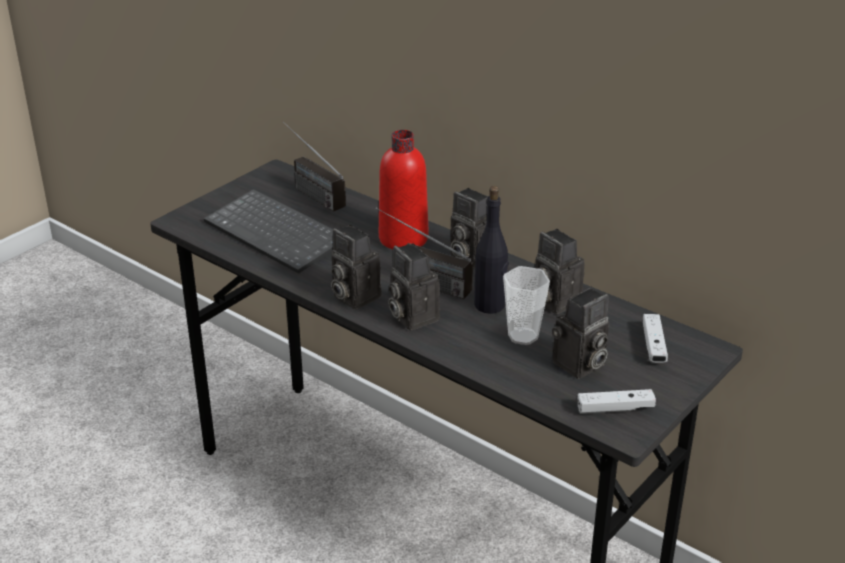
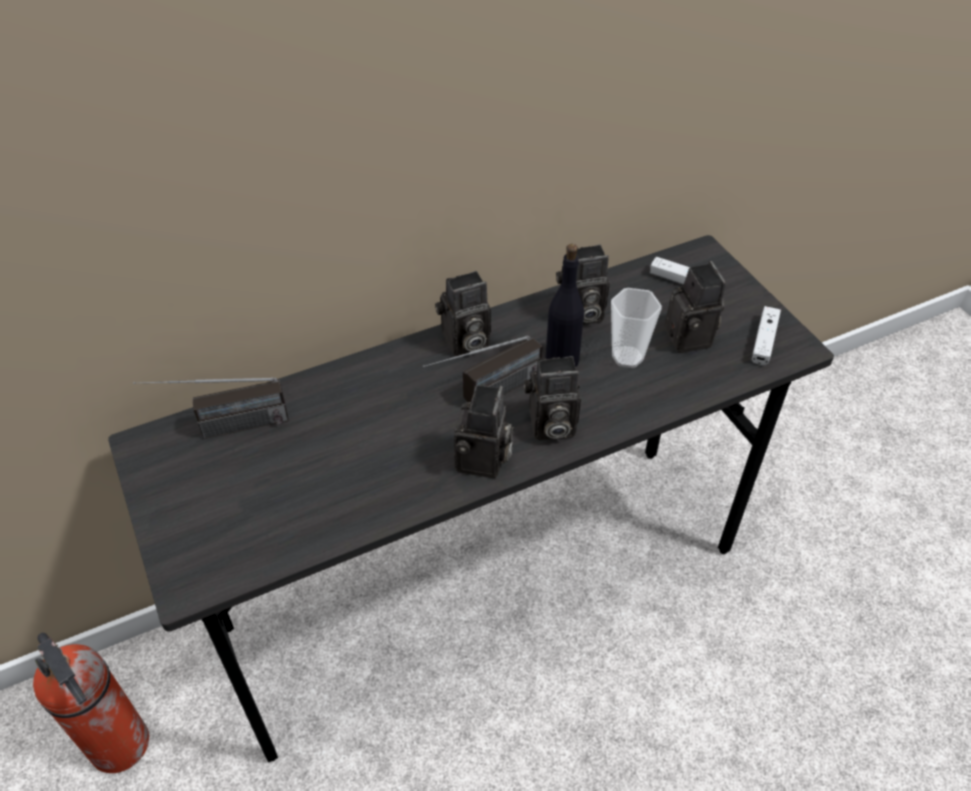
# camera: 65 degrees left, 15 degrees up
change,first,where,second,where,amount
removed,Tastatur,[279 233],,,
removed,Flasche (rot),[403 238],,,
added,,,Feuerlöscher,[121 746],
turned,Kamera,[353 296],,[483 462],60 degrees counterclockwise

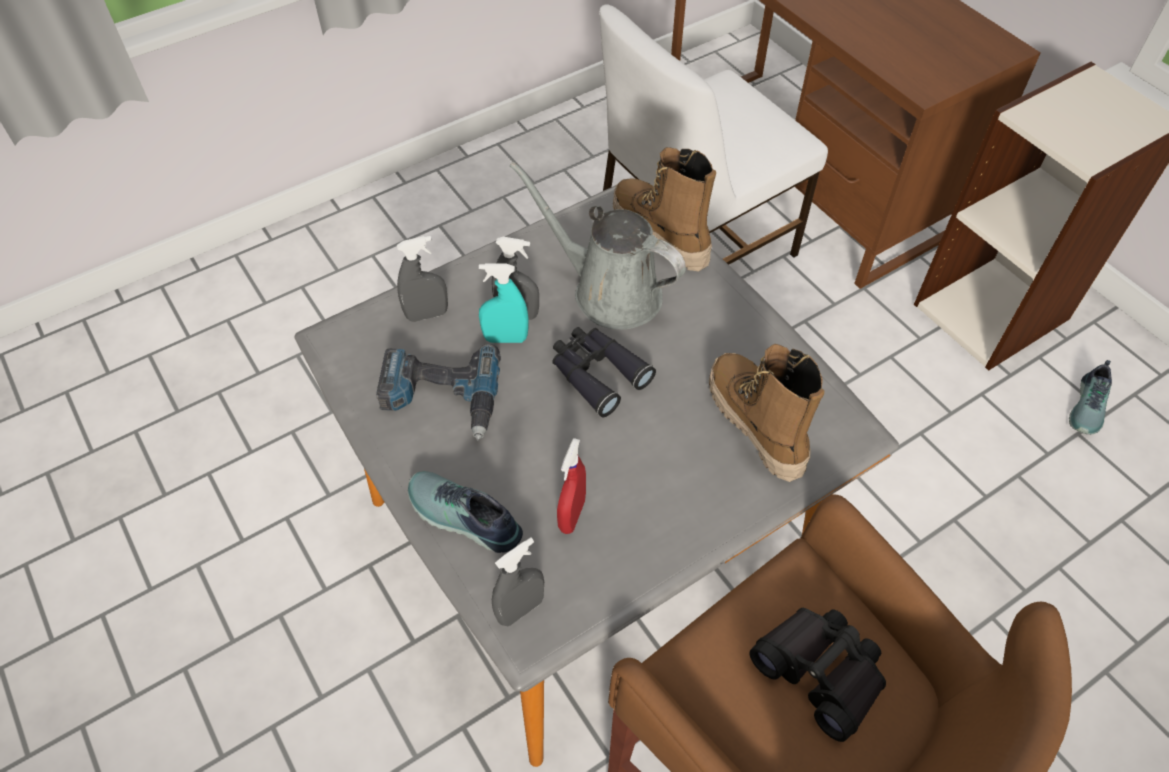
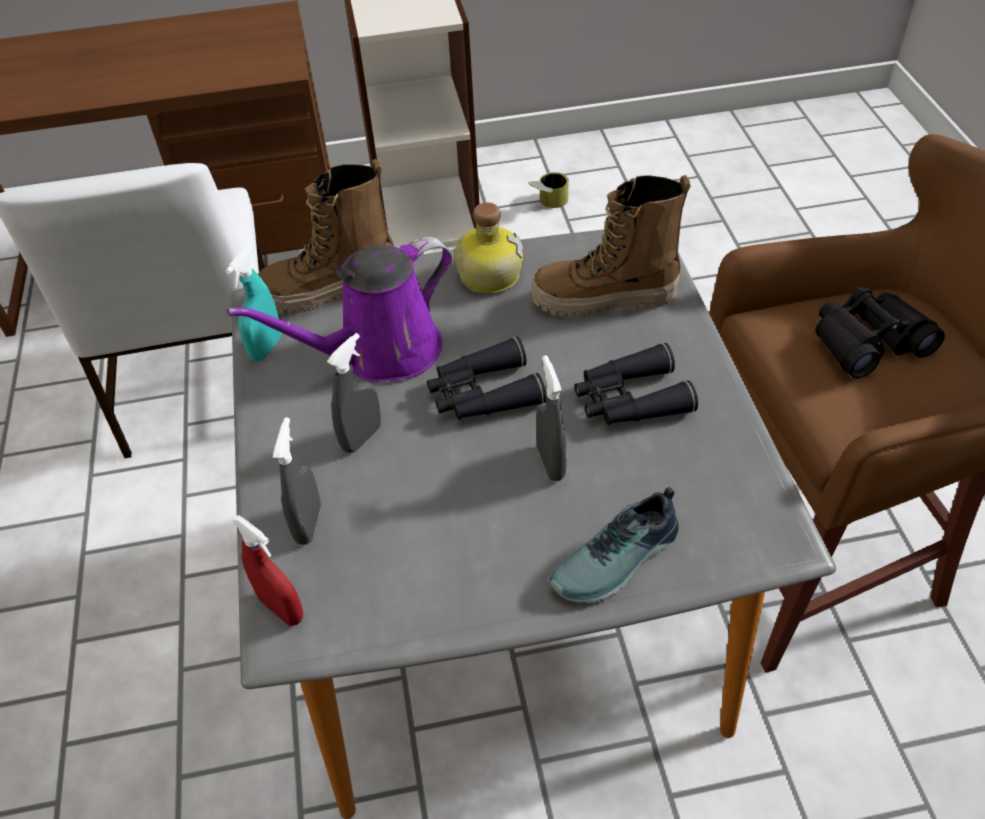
# camera: 65 degrees left, 5 degrees down
change,first,where,second,where,amount
removed,Bohrmaschine,[440 398],,,
added,,,Flasche,[488 274],
added,,,Fernglas (schwarz),[630 399],
moved,Sprühflasche (türkis),[505 338],,[266 348],
moved,Sprühflasche (grau),[520 609],,[550 463],
moved,Sprühflasche (rot),[572 515],,[281 608],
replaced,Schuh,[1089 407],Dose,[548 203],
recoloured,Gießkanne (grau),[609 292],Gießkanne (lila),[380 352],

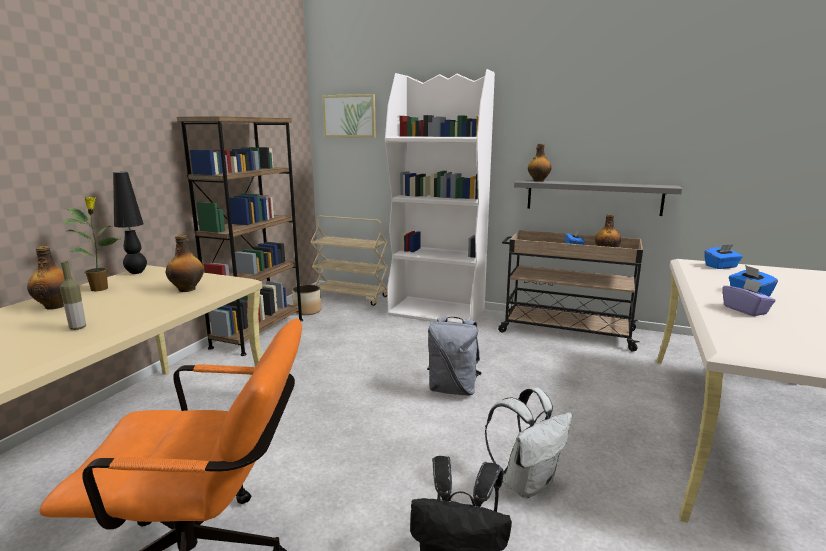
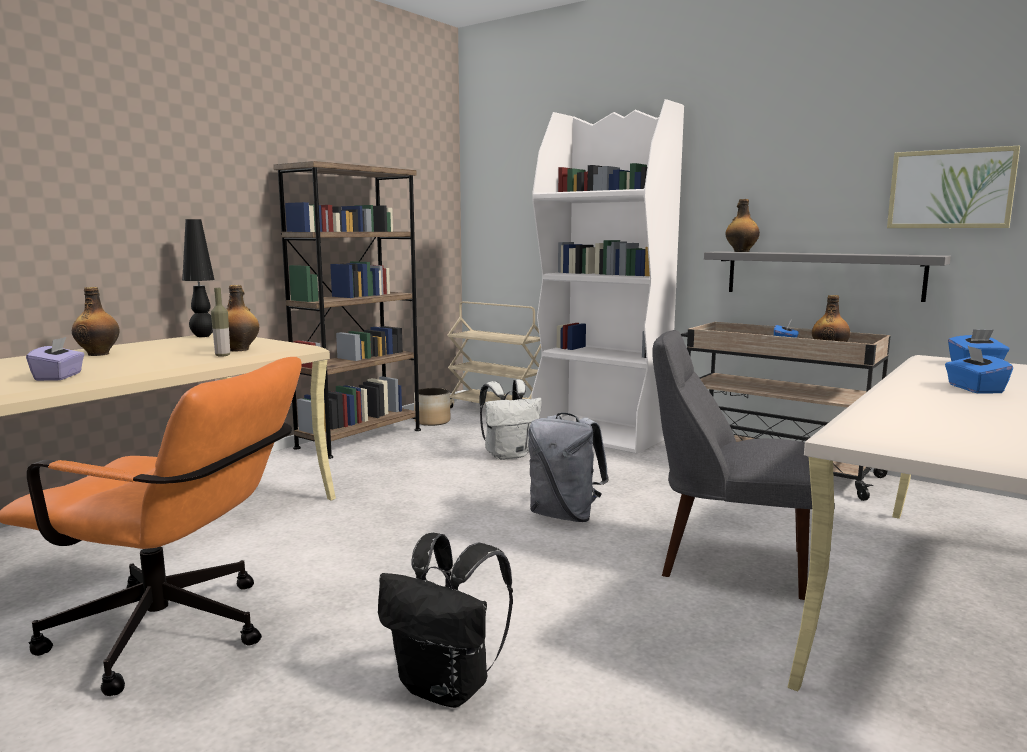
# camera: 15 degrees right, 5 degrees down
change,first,where,second,where,amount
removed,Topfpflanze,[100 289],,,
added,,,Stuhl (grau),[726 562],
moved,Flasche,[78 328],,[222 355],
moved,Bild,[349 116],,[950 189],
moved,Rucksack (weiß),[527 482],,[508 455],
moved,Taschentuchbox (lila),[745 310],,[59 377],

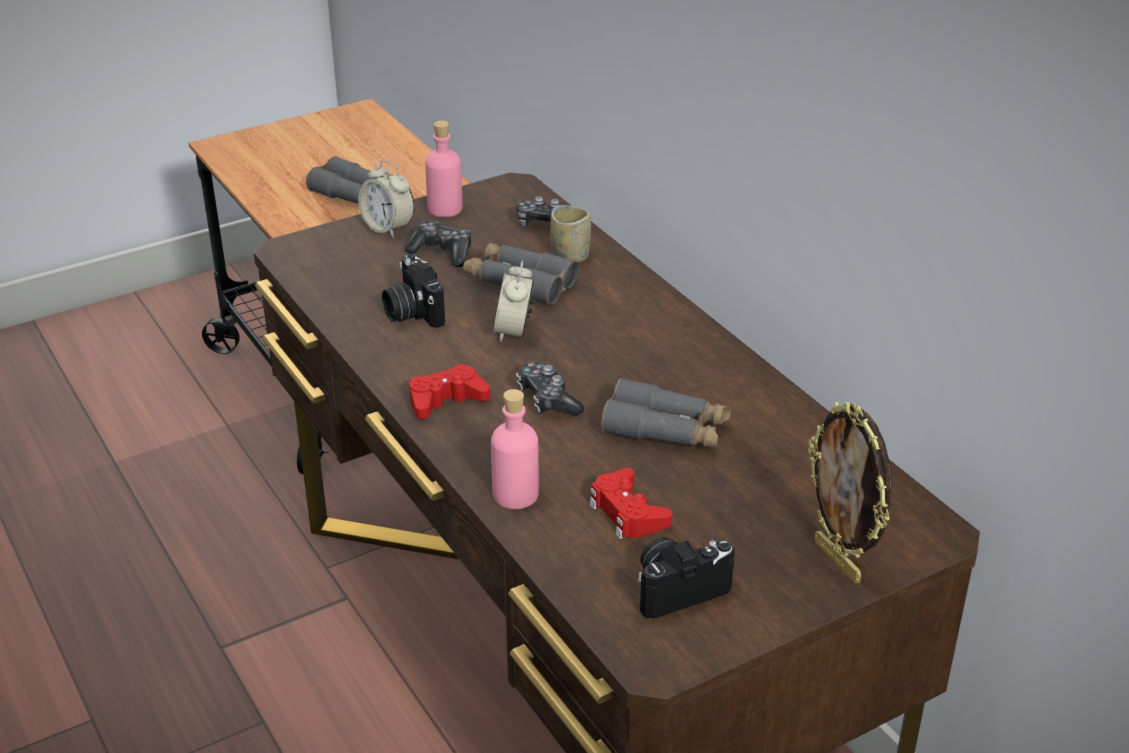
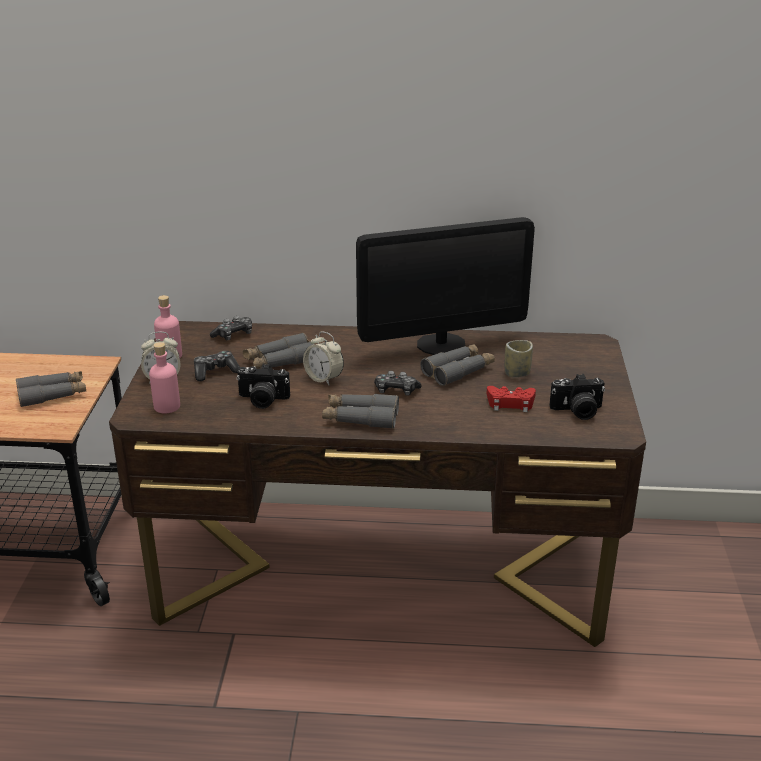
# camera: 55 degrees left, 5 degrees down
change,first,where,second,where,amount
removed,Bilderrahmen,[839 561],,,
added,,,Monitor,[441 344],
moved,Flasche (rosa),[515 494],,[167 406],
moved,Tasse,[570 255],,[517 373],
replaced,Gamepad (rot),[446 400],Fernglas (grau),[360 418],
turned,Kamera,[678 589],,[577 411],105 degrees counterclockwise

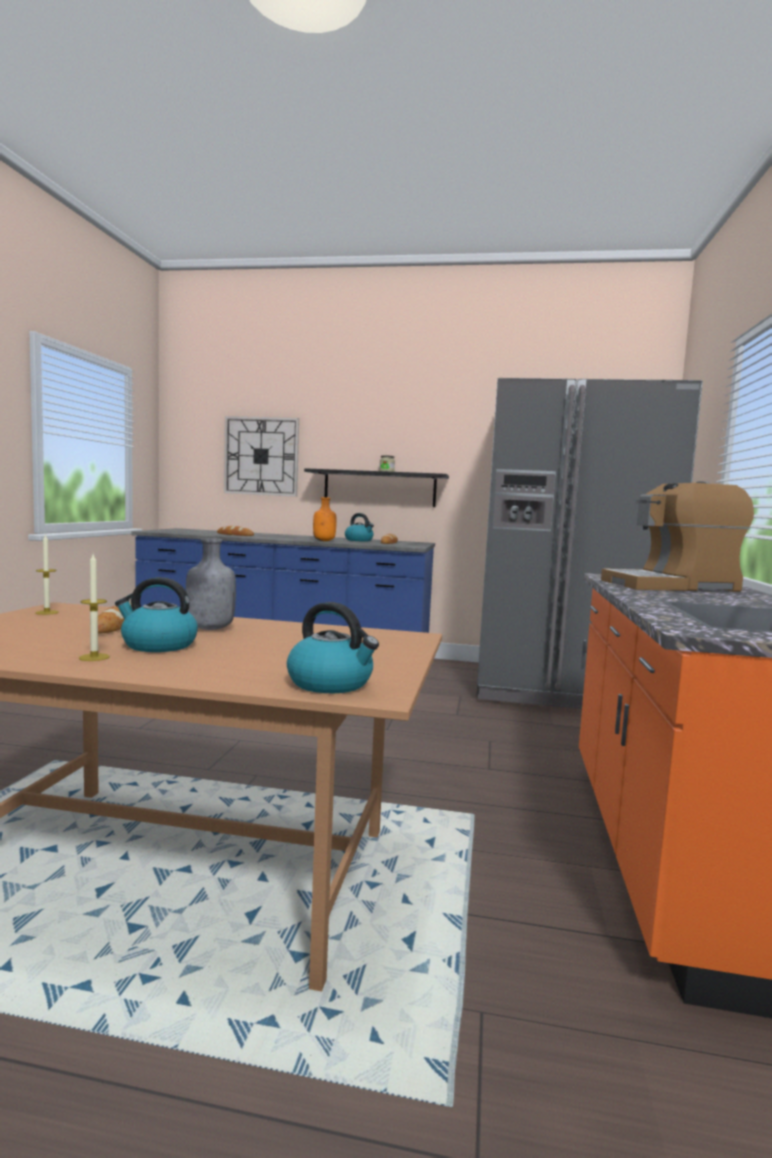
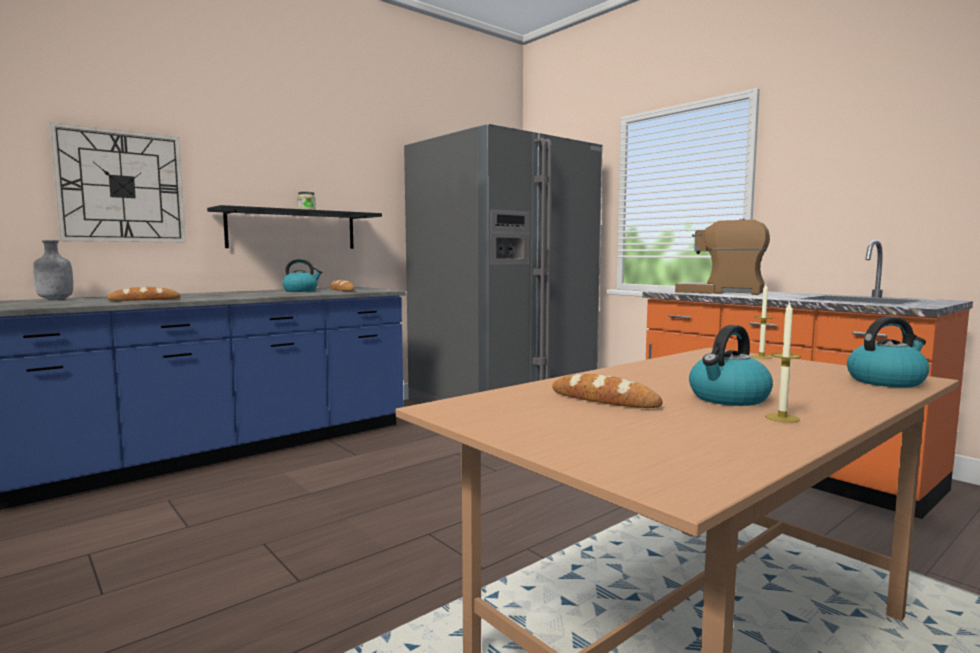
# camera: 50 degrees left, 0 degrees up
change,first,where,second,where,amount
removed,Flasche (orange),[324 541],,,
moved,Kerze,[47 612],,[761 357],
moved,Flasche (grau),[209 628],,[55 299],
turned,Kaffeemaschine,[672 586],,[721 292],90 degrees clockwise

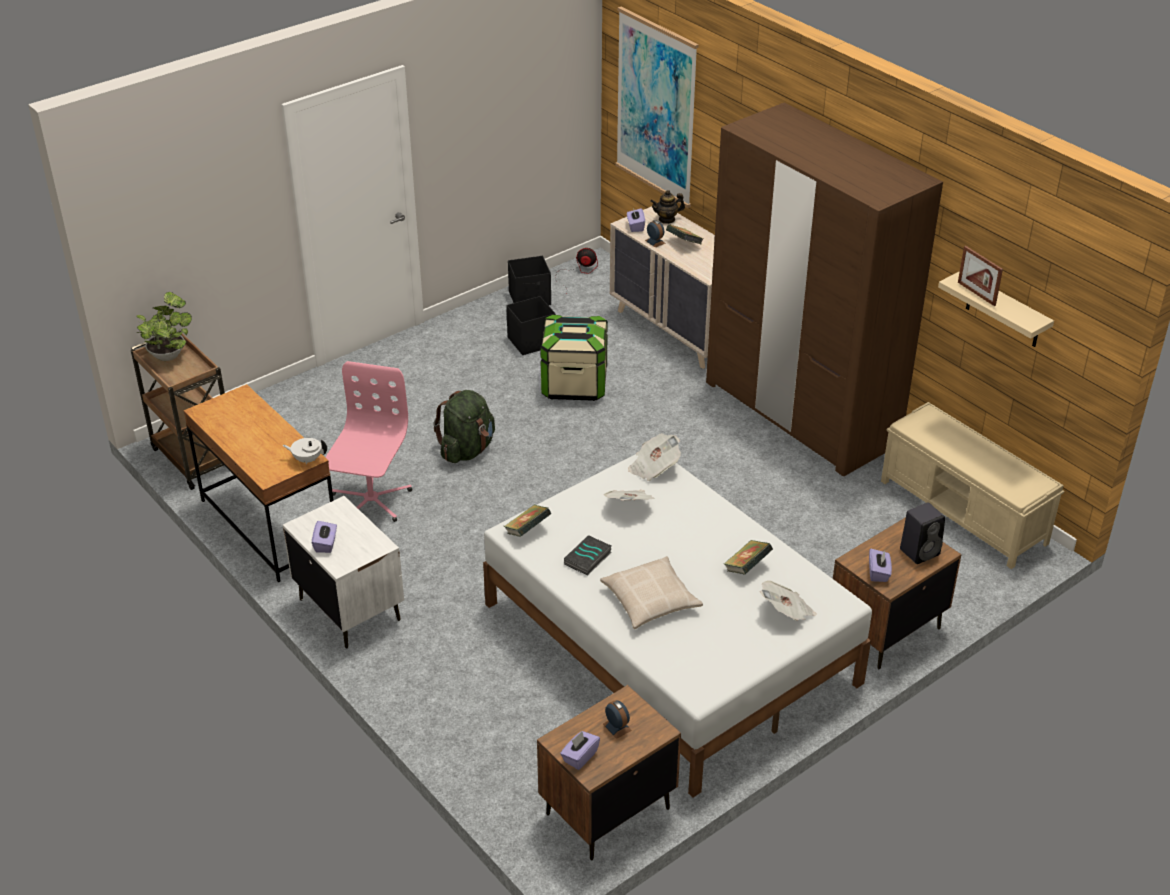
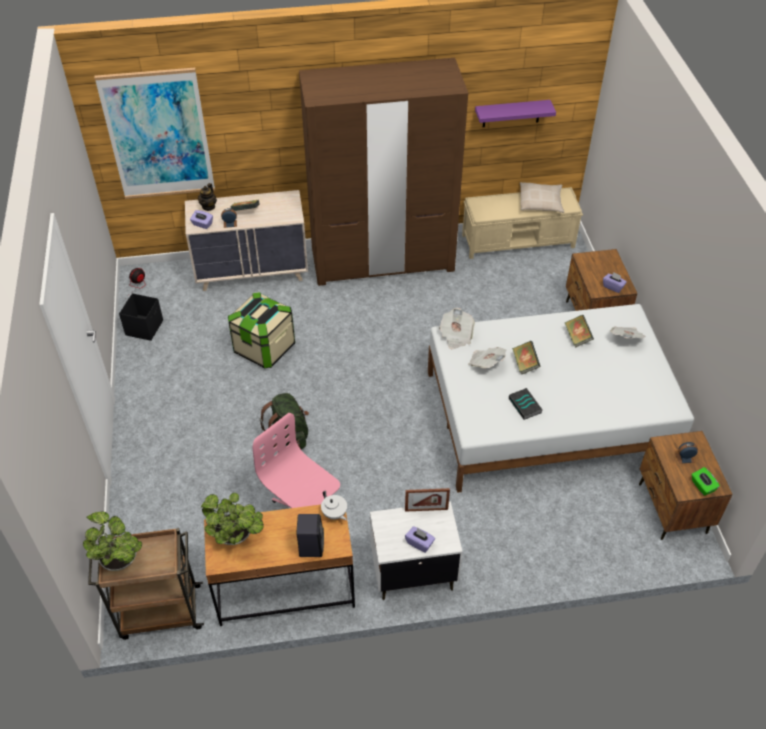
# camera: 60 degrees left, 10 degrees up
change,first,where,second,where,amount
removed,Aufbewahrungsbox (schwarz),[530 342],,,
added,,,Topfpflanze,[237 537],
moved,Buch,[527 531],,[525 364],
moved,Kissen (beige),[650 600],,[540 202],
moved,Lautsprecher (schwarz),[920 551],,[311 545],
moved,Bilderrahmen,[976 293],,[426 509],
recoloured,Taschentuchbox (lila),[580 757],Taschentuchbox (grün),[702 486],
recoloured,Wandregal (beige),[1003 311],Wandregal (lila),[511 113],
turned,Teekanne (weiß),[307 459],,[334 514],75 degrees counterclockwise

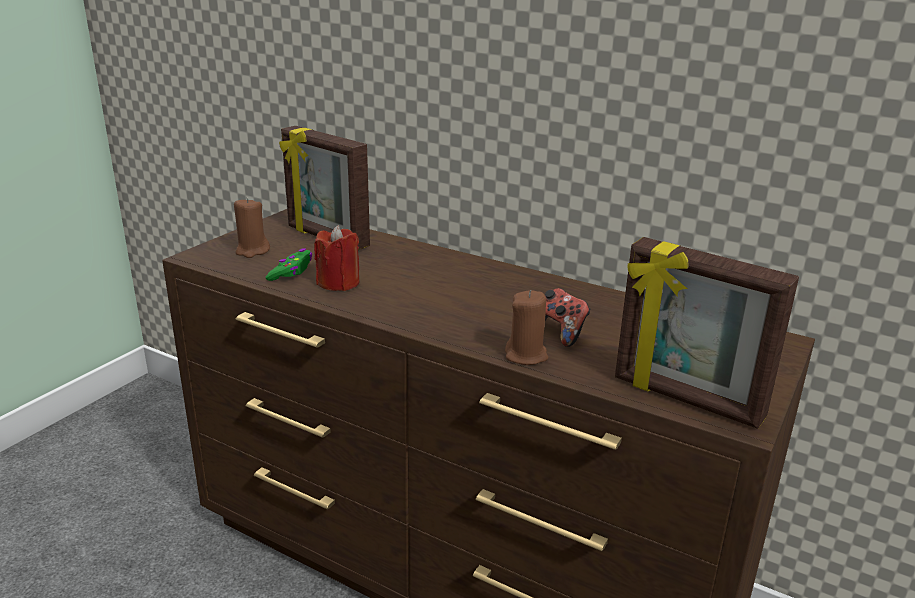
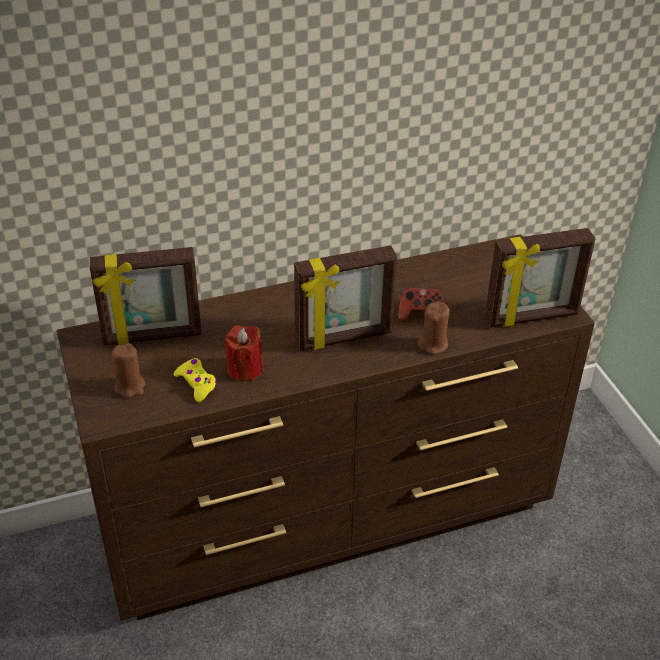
# camera: 50 degrees left, 15 degrees up
change,first,where,second,where,amount
added,,,Bilderrahmen,[344 338],
recoloured,Gamepad (grün),[291 272],Gamepad (gelb),[197 383],

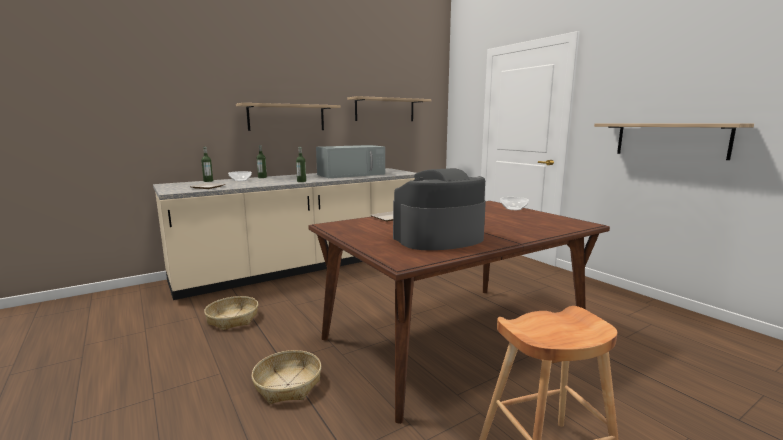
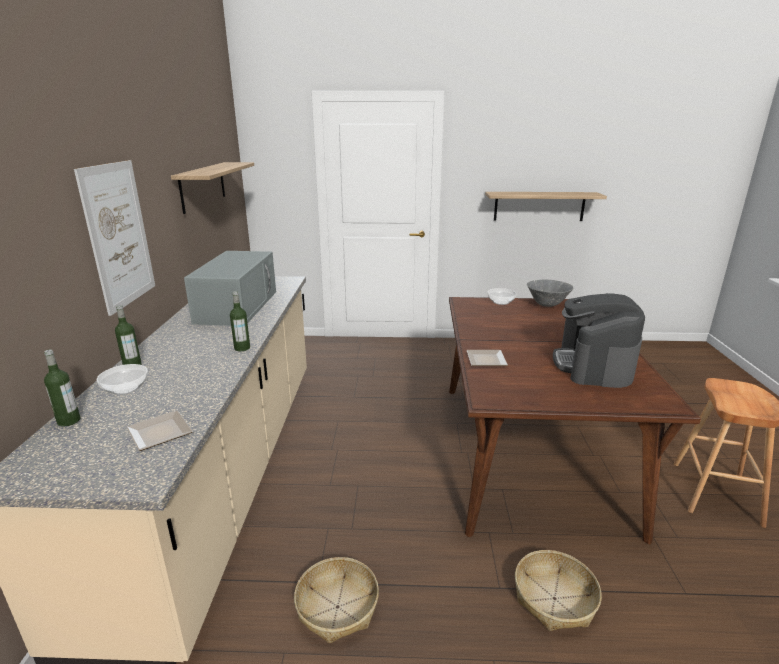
# camera: 55 degrees left, 10 degrees up
change,first,where,second,where,amount
added,,,Schüssel (grau),[547 305],
replaced,Wandregal,[287 117],Bild,[119 235],

